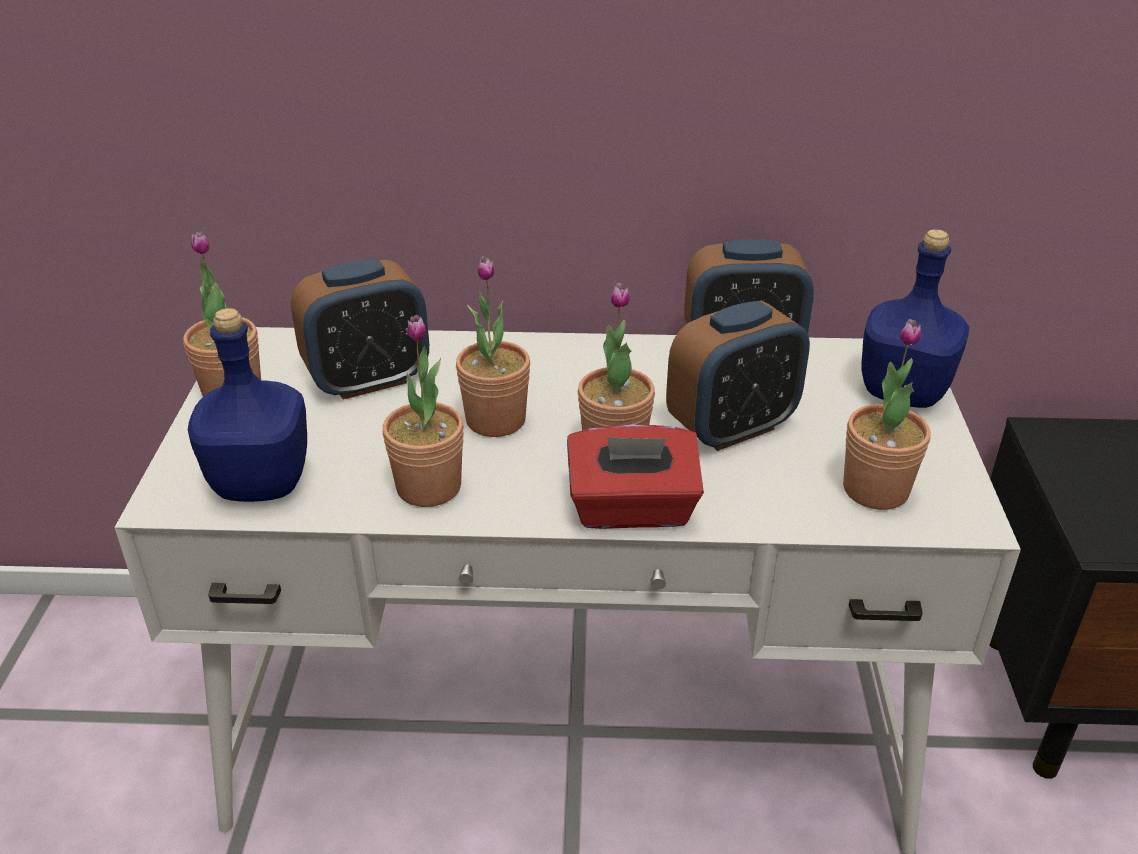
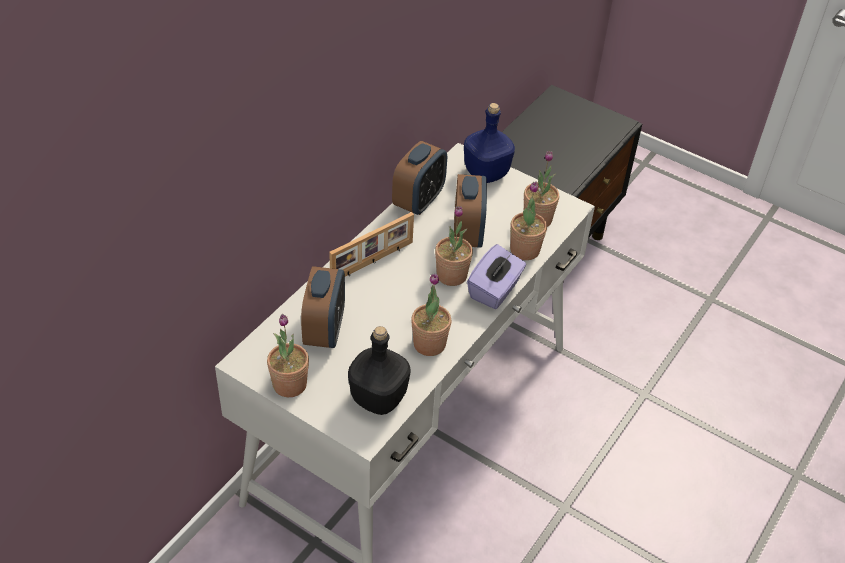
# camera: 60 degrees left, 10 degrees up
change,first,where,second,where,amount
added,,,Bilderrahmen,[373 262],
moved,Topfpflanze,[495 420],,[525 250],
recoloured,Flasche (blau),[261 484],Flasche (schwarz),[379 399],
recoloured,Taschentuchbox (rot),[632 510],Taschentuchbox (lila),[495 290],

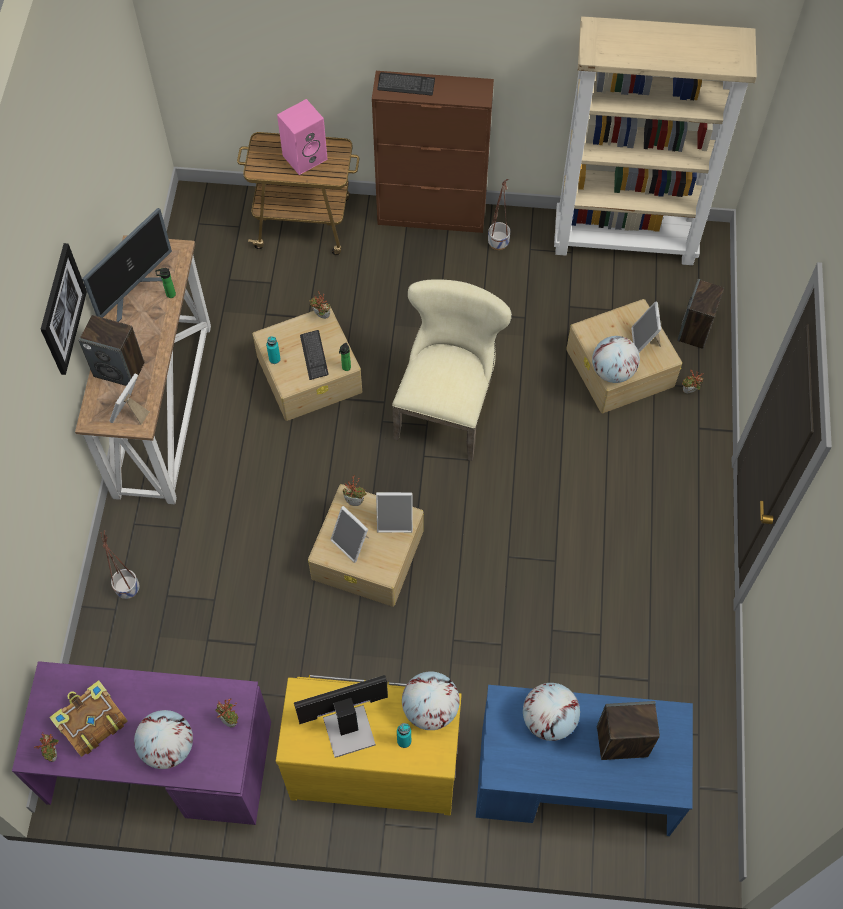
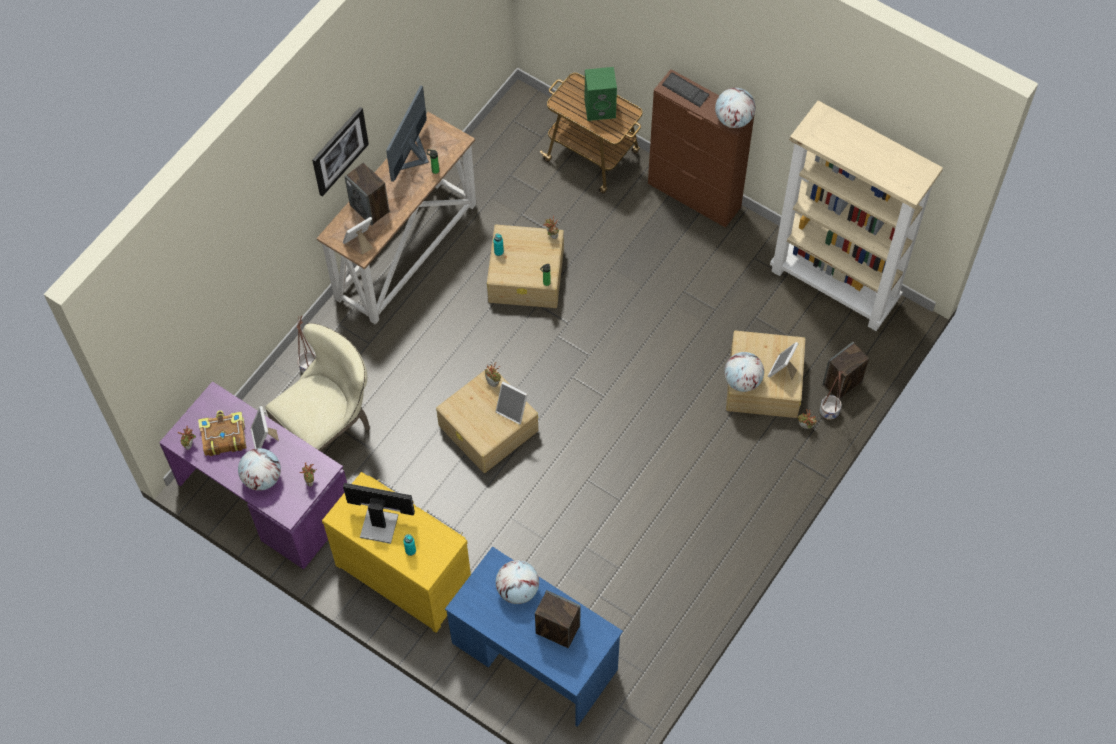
# camera: 30 degrees right, 0 degrees up
change,first,where,second,where,amount
removed,Tastatur,[314 355],,,
moved,Bilderrahmen,[352 543],,[264 439],
moved,Stuhl (beige),[447 407],,[329 428],
moved,Globus,[430 709],,[733 119],
moved,Pflanzkübel,[498 243],,[829 412],
recoloured,Lautsprecher (rosa),[305 156],Lautsprecher (grün),[600 108],
turned,Monitor,[135 291],,[412 156],135 degrees clockwise

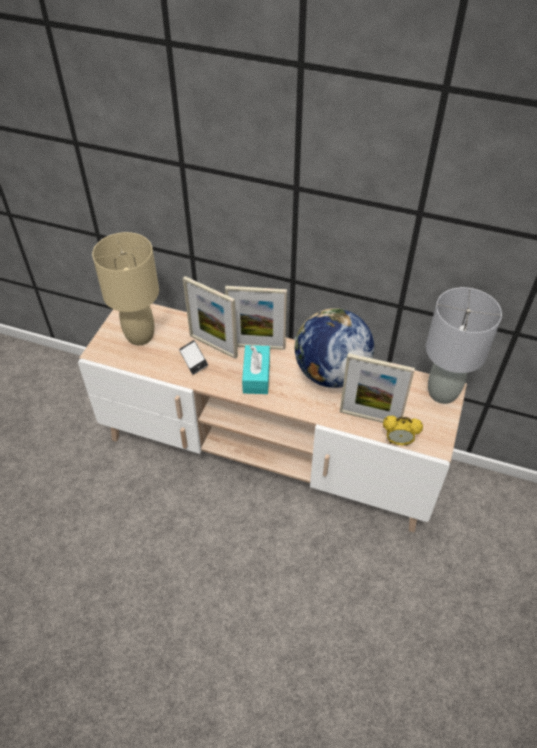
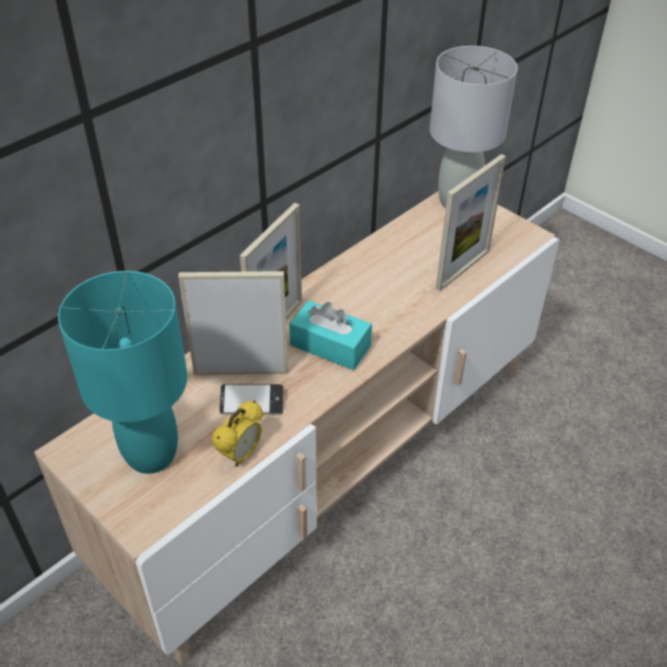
# camera: 65 degrees left, 5 degrees down
change,first,where,second,where,amount
removed,Globus,[330 373],,,
moved,Wecker,[398 441],,[240 455],
recoloured,Tischlampe (beige),[140 335],Tischlampe (türkis),[150 454],
turned,Bilderrahmen,[213 346],,[241 372],150 degrees counterclockwise

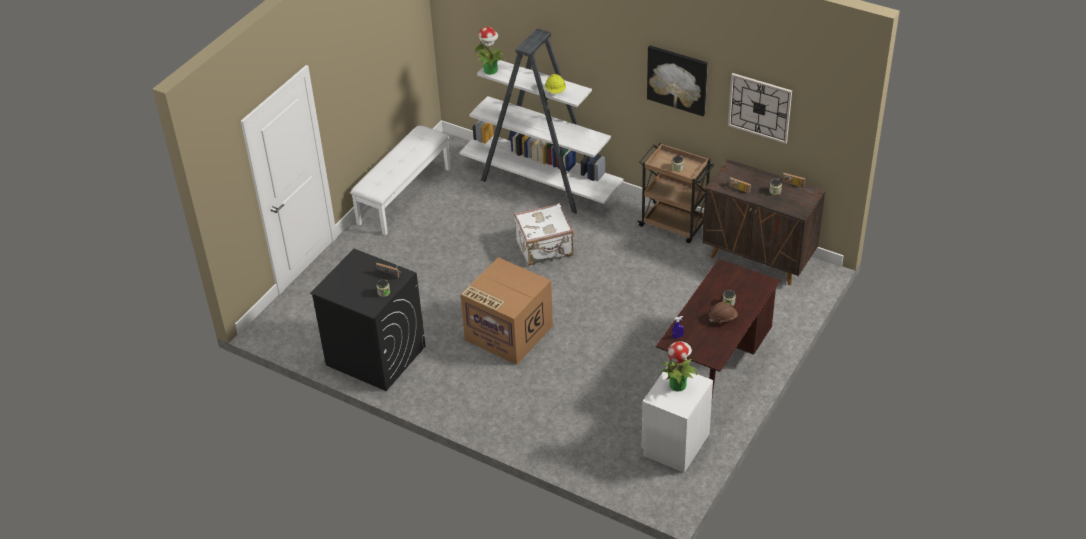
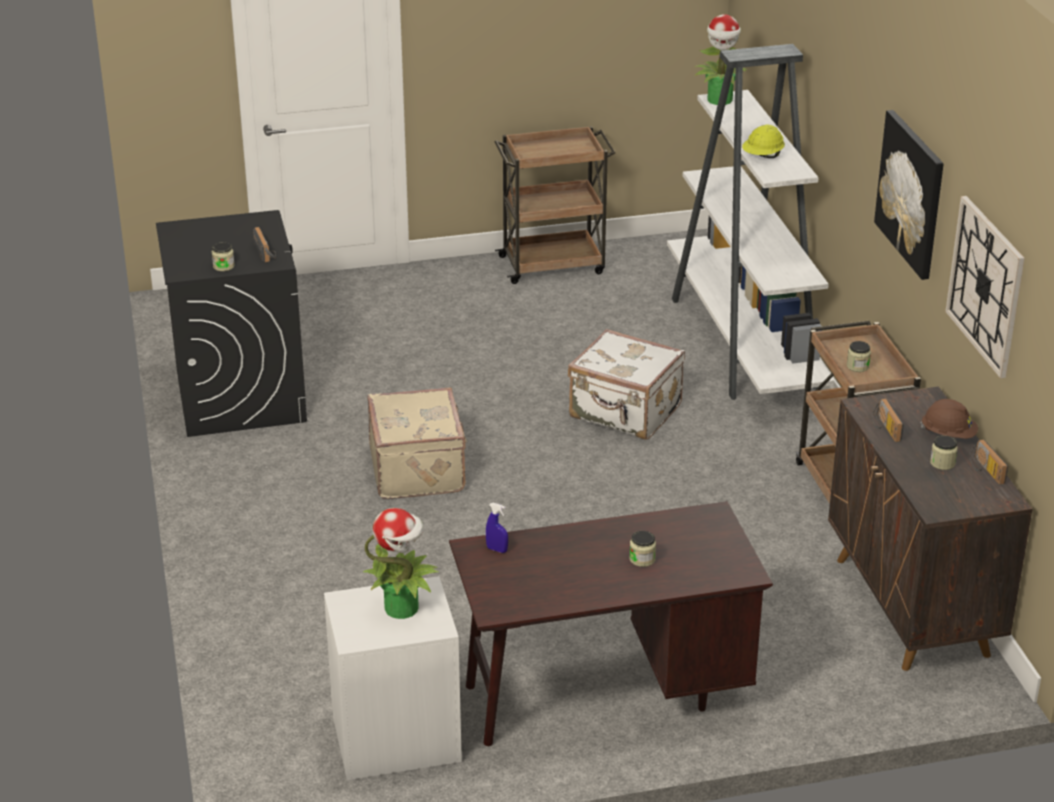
# camera: 45 degrees right, 10 degrees down
change,first,where,second,where,amount
moved,Schutzhelm (braun),[722 318],,[948 434],
replaced,Bank (weiß),[404 195],Rollwagen (braun),[553 264],
replaced,Karton,[507 333],Koffer (beige),[419 470],

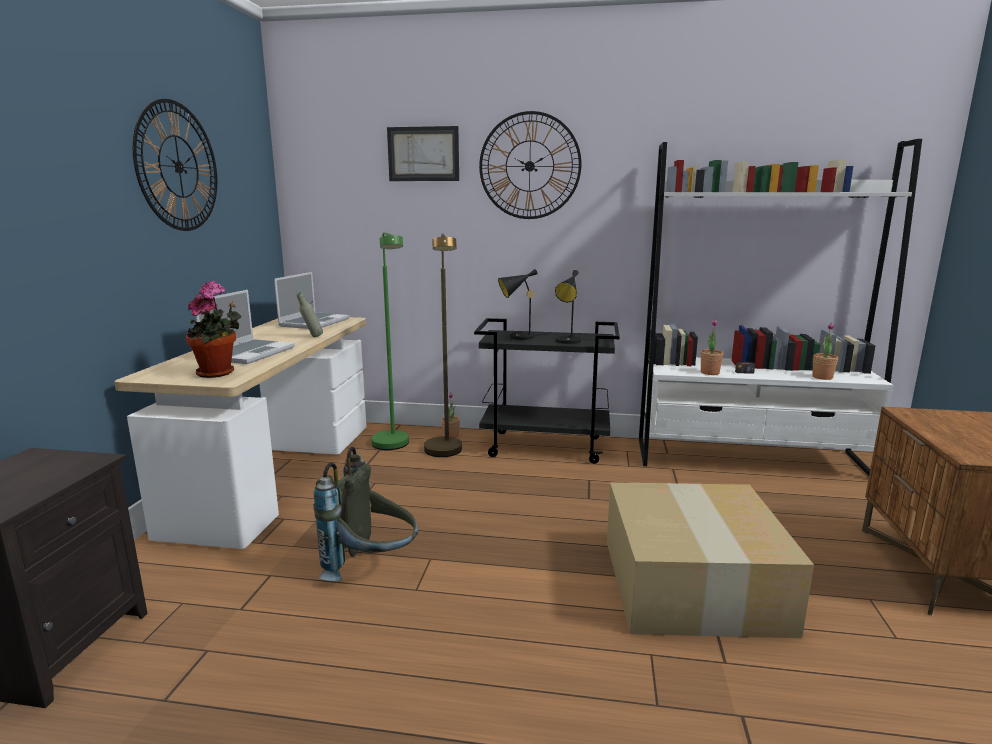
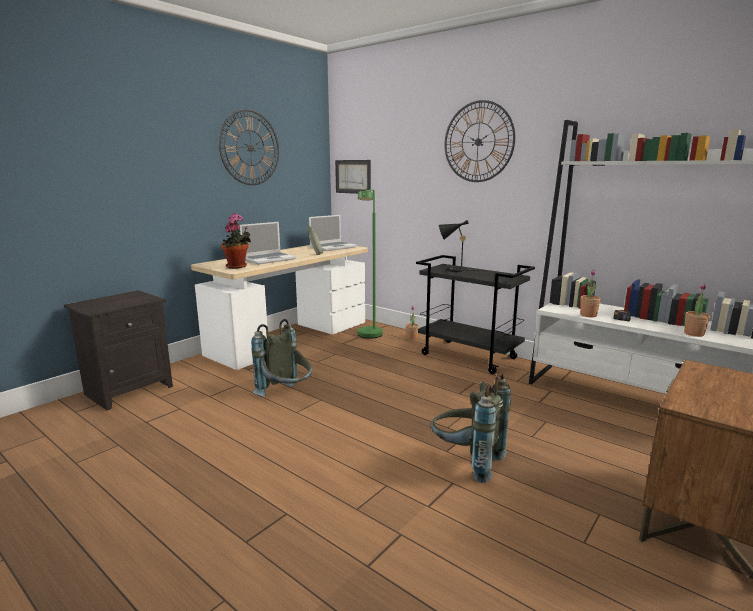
# camera: 30 degrees right, 0 degrees up
change,first,where,second,where,amount
removed,Stehlampe (braun),[445 454],,,
removed,Tischlampe (schwarz),[567 342],,,
moved,Bild,[423 154],,[353 176],
replaced,Karton,[695 586],Rucksack (grau),[466 462],

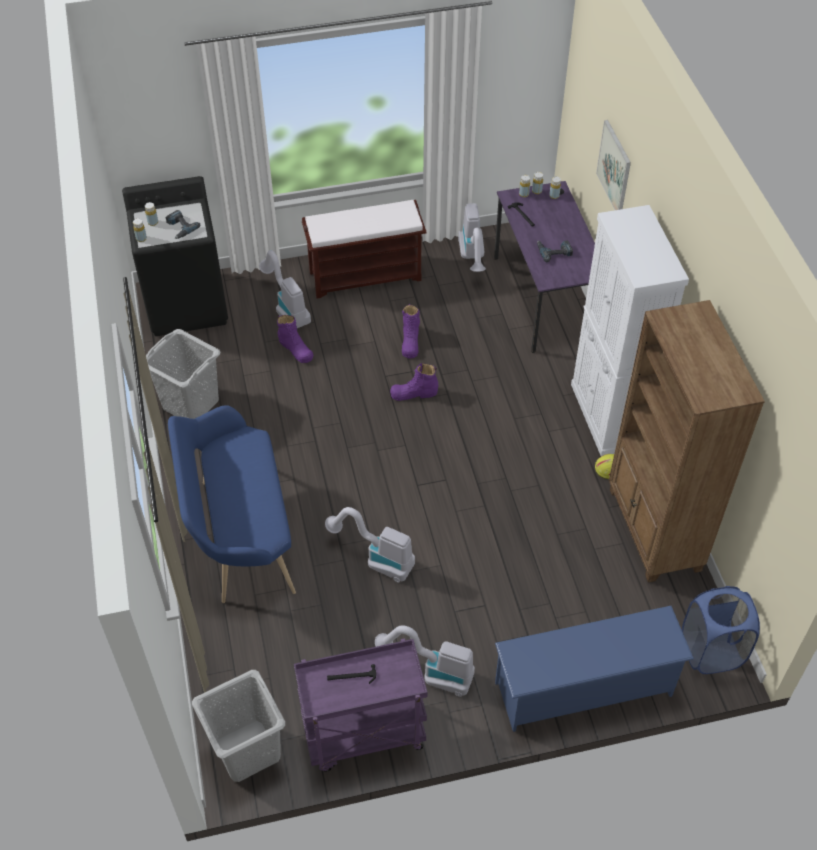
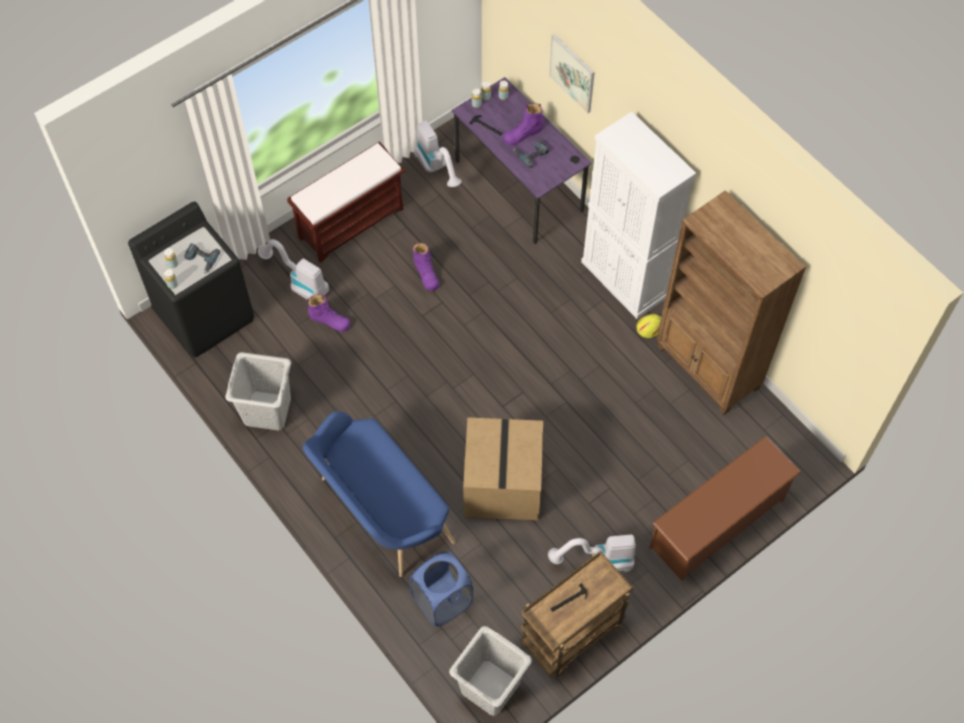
# camera: 25 degrees left, 10 degrees up
change,first,where,second,where,amount
moved,Stiefel (lila),[414 393],,[523 133],
moved,Wäschekorb (blau),[711 651],,[442 601],
replaced,Staubsauger,[376 559],Karton,[503 485],
recoloured,Rollwagen (lila),[363 735],Rollwagen (braun),[572 635],
recoloured,Schuhregal (blau),[584 689],Schuhregal (braun),[717 523],

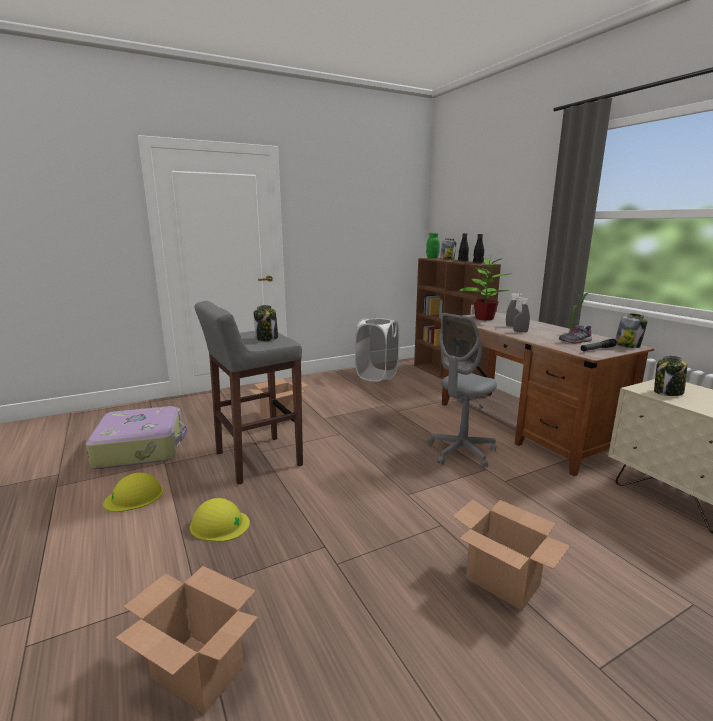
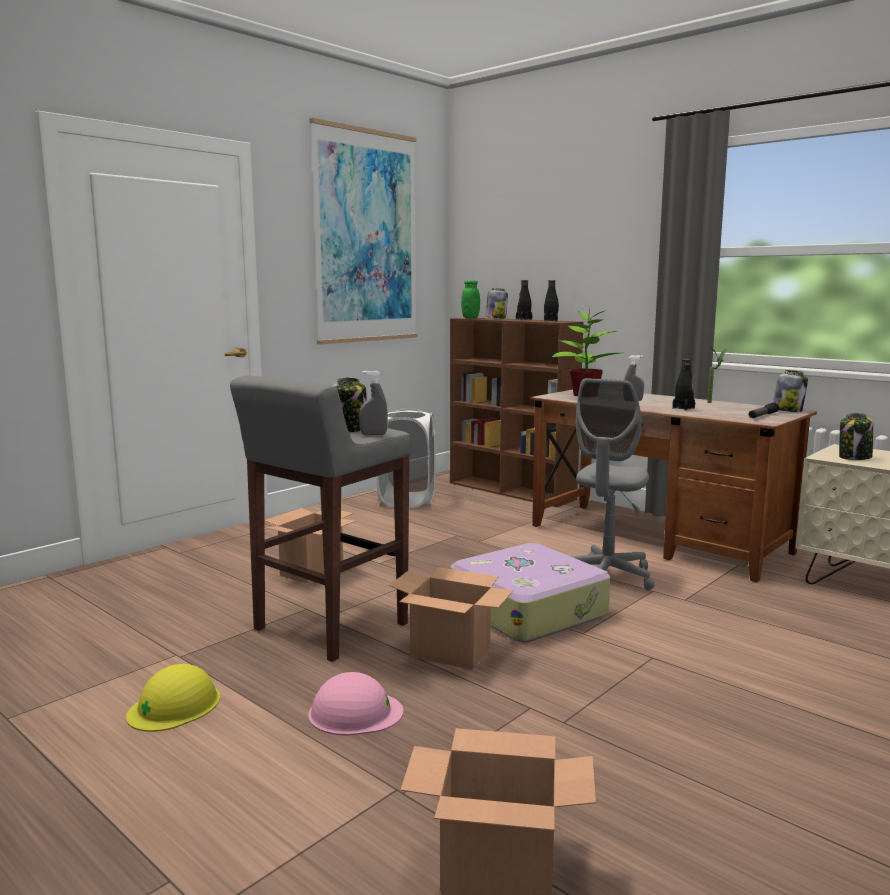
# camera: 20 degrees left, 5 degrees down
change,first,where,second,where,amount
removed,Schuh (grau),[574 341],,,
added,,,Bild,[366 237],
added,,,Flasche (schwarz),[683 408],
moved,Koffer,[141 447],,[528 609],
moved,Karton,[503 582],,[451 653],
moved,Sprühflasche (grau),[520 331],,[373 434],
recoloured,Schutzhelm (gelb),[219 524],Schutzhelm (rosa),[355 713],

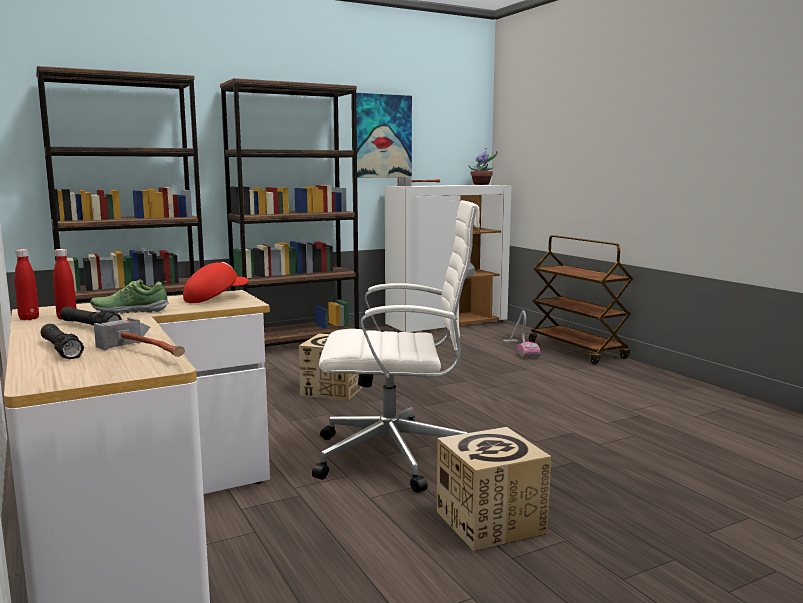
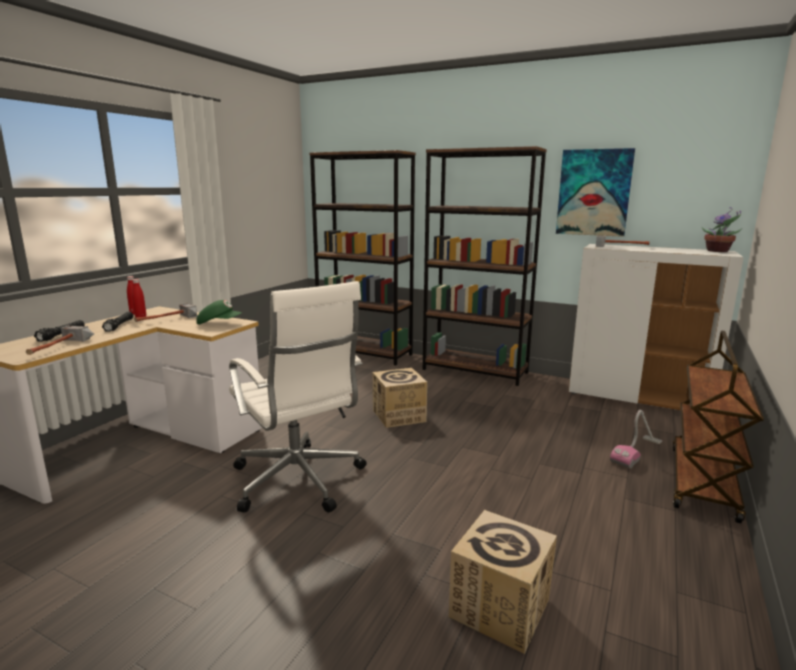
# camera: 55 degrees right, 5 degrees up
change,first,where,second,where,amount
moved,Karton,[490 522],,[500 608],
replaced,Schuh,[130 311],Hammer,[167 321],
recoloured,Kappe (rot),[215 298],Kappe (grün),[219 324],

